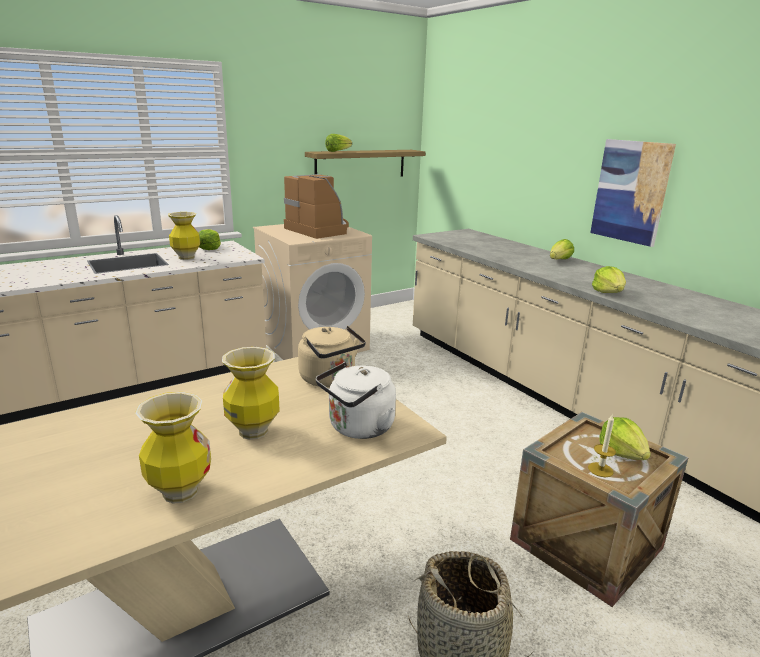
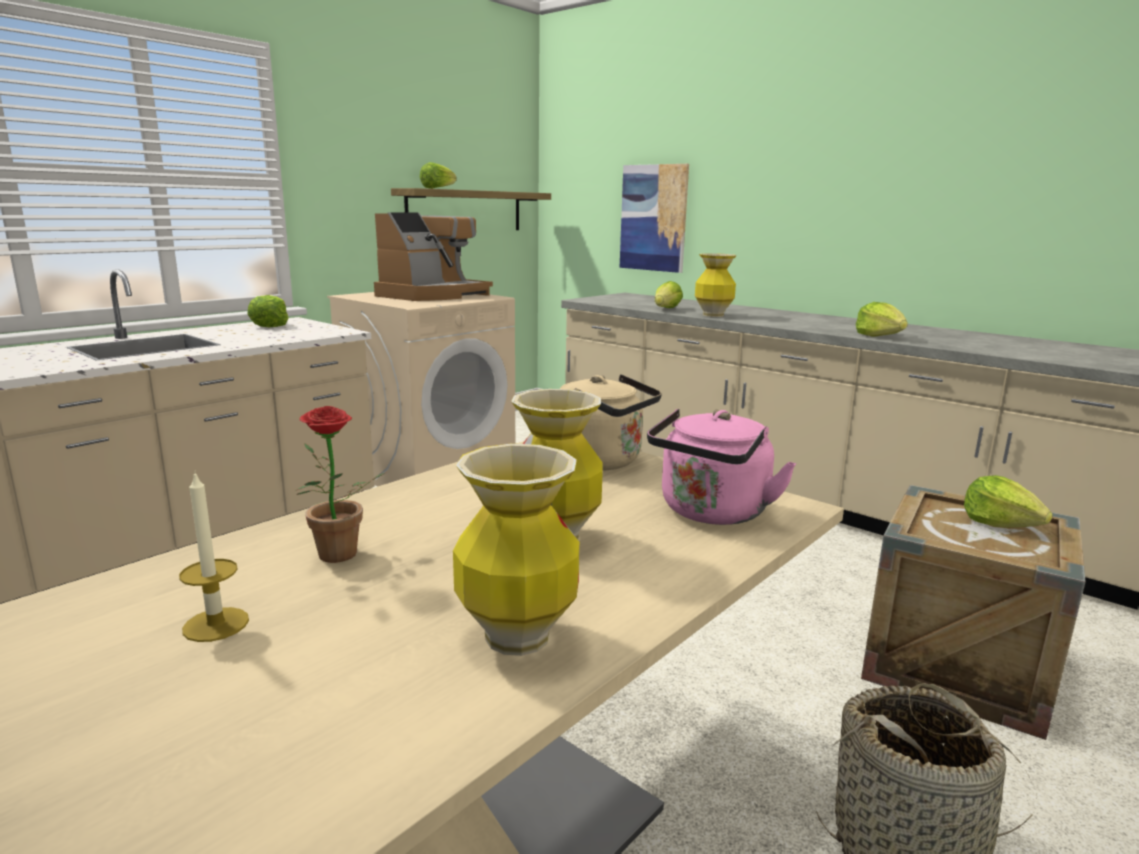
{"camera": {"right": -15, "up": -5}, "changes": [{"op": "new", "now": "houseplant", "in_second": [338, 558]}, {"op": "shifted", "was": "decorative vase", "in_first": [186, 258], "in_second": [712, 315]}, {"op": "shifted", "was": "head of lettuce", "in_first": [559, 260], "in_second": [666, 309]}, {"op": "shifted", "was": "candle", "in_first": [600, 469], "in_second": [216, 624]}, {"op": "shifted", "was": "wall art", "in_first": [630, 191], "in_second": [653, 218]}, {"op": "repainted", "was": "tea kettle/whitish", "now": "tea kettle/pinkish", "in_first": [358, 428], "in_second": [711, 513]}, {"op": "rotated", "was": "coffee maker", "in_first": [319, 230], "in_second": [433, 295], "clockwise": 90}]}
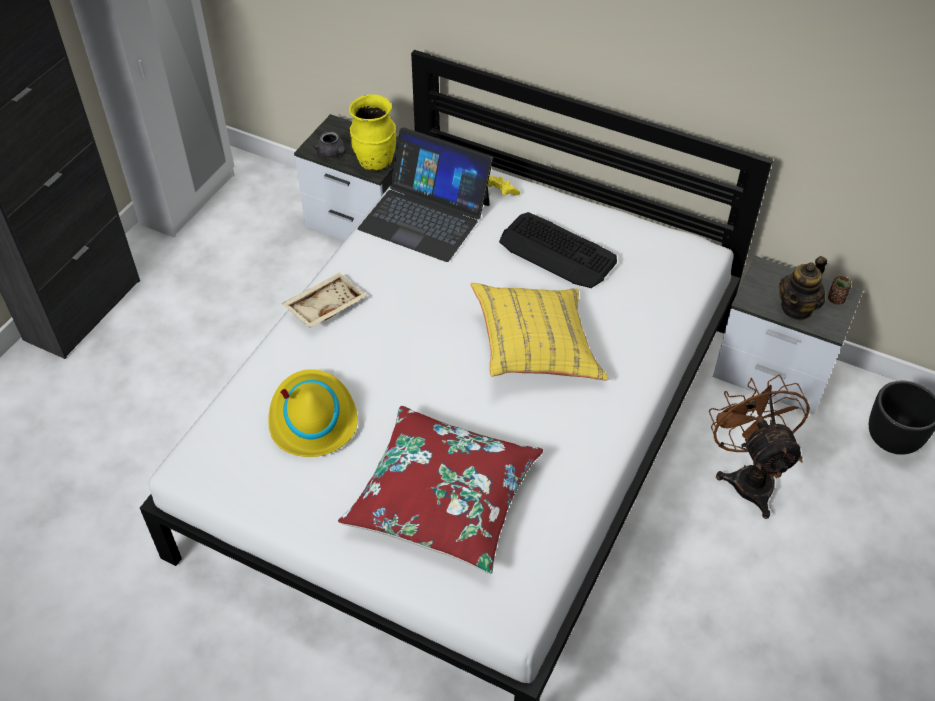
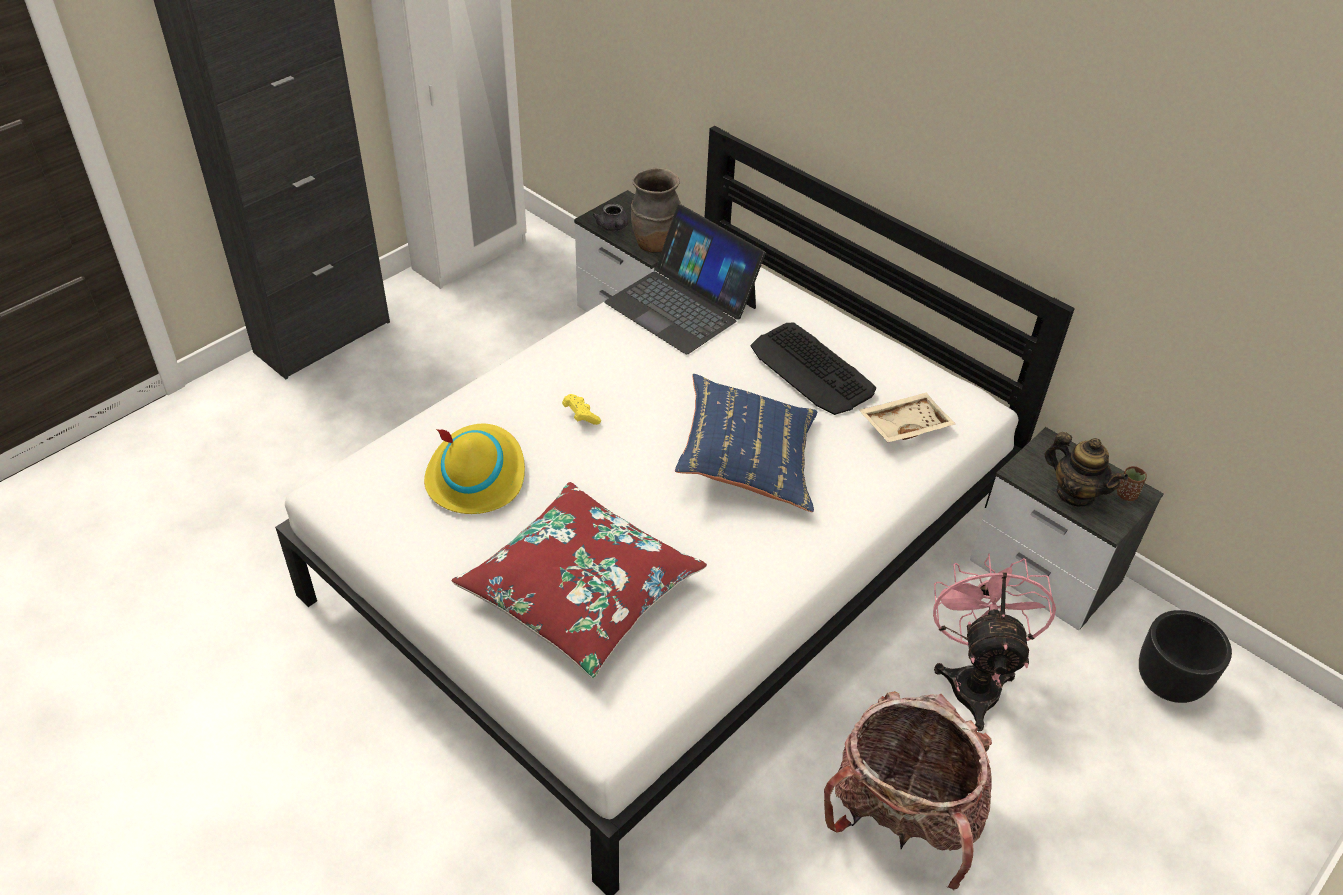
{"camera": {"right": 15, "up": -5}, "changes": [{"op": "new", "now": "rucksack", "in_second": [901, 817]}, {"op": "shifted", "was": "serving tray/beige-coloured", "in_first": [325, 306], "in_second": [904, 425]}, {"op": "shifted", "was": "joypad/yellow", "in_first": [501, 191], "in_second": [580, 416]}, {"op": "repainted", "was": "decorative vase/yellow", "now": "decorative vase/brownish", "in_first": [375, 162], "in_second": [654, 244]}, {"op": "repainted", "was": "cushion/yellow", "now": "cushion/bluish", "in_first": [535, 348], "in_second": [747, 462]}, {"op": "repainted", "was": "electric fan/brownish", "now": "electric fan/pinkish", "in_first": [748, 476], "in_second": [974, 679]}, {"op": "rotated", "was": "pot for tea", "in_first": [797, 308], "in_second": [1075, 493], "clockwise": -105}]}
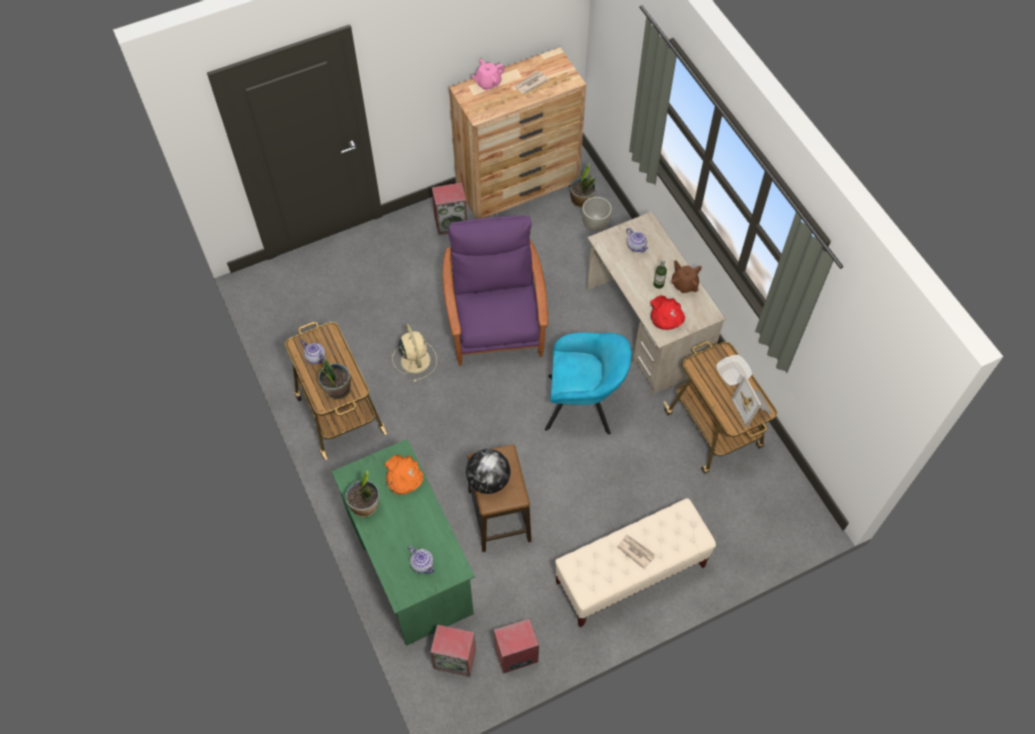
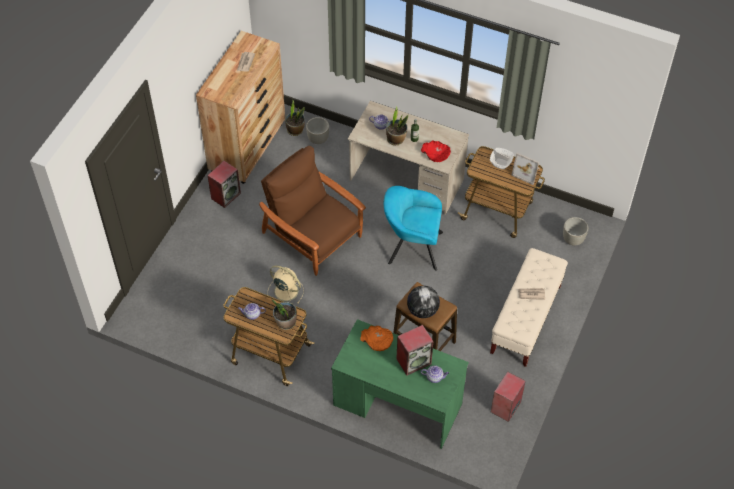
{"camera": {"right": -40, "up": -5}, "changes": [{"op": "gone", "was": "pot for tea/pinkish", "in_first": [488, 83]}, {"op": "gone", "was": "pot for tea/brownish", "in_first": [684, 284]}, {"op": "new", "now": "flower pot/greyish", "in_second": [573, 240]}, {"op": "shifted", "was": "houseplant", "in_first": [365, 506], "in_second": [396, 139]}, {"op": "shifted", "was": "audio speaker", "in_first": [455, 658], "in_second": [414, 361]}, {"op": "repainted", "was": "lounge chair/purple-coloured", "now": "lounge chair/brownish", "in_first": [495, 321], "in_second": [312, 235]}, {"op": "rotated", "was": "lounge chair/turquoise-coloured", "in_first": [583, 404], "in_second": [412, 247], "clockwise": -135}]}
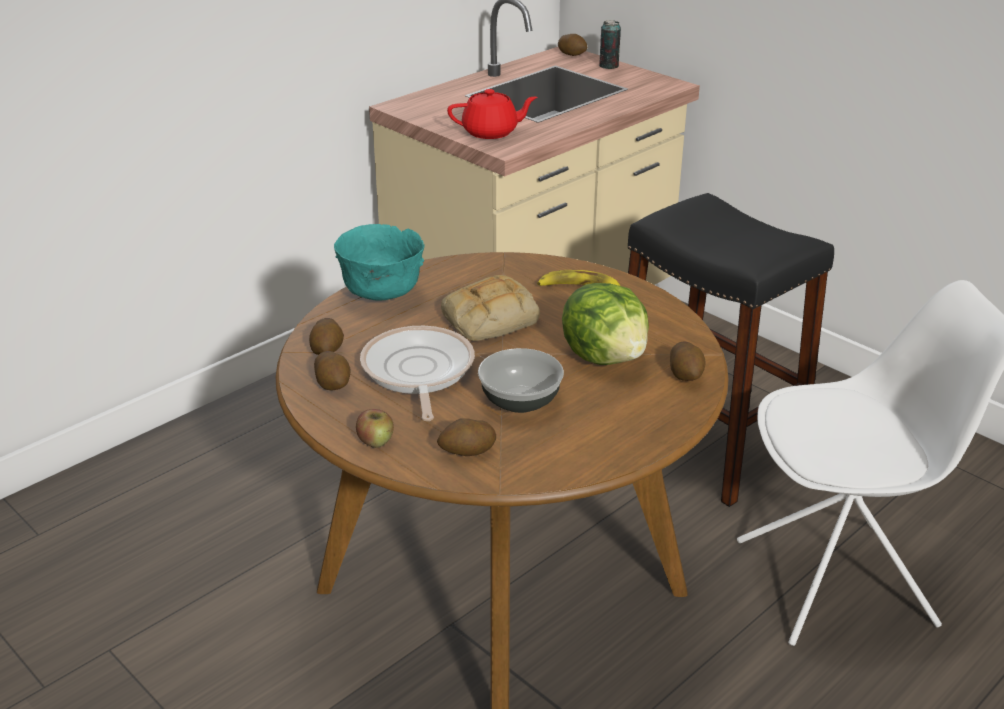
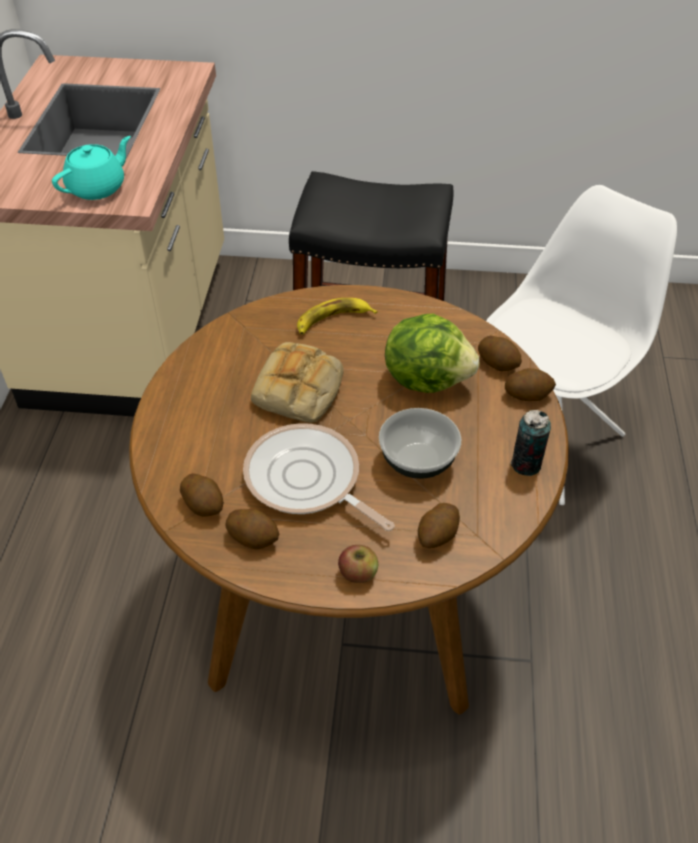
{"camera": {"right": -40, "up": 15}, "changes": [{"op": "gone", "was": "serving bowl/turquoise-coloured", "in_first": [382, 295]}, {"op": "shifted", "was": "potato", "in_first": [572, 54], "in_second": [528, 394]}, {"op": "shifted", "was": "can", "in_first": [608, 66], "in_second": [526, 464]}, {"op": "repainted", "was": "pot for tea/red", "now": "pot for tea/turquoise-coloured", "in_first": [491, 132], "in_second": [98, 188]}]}
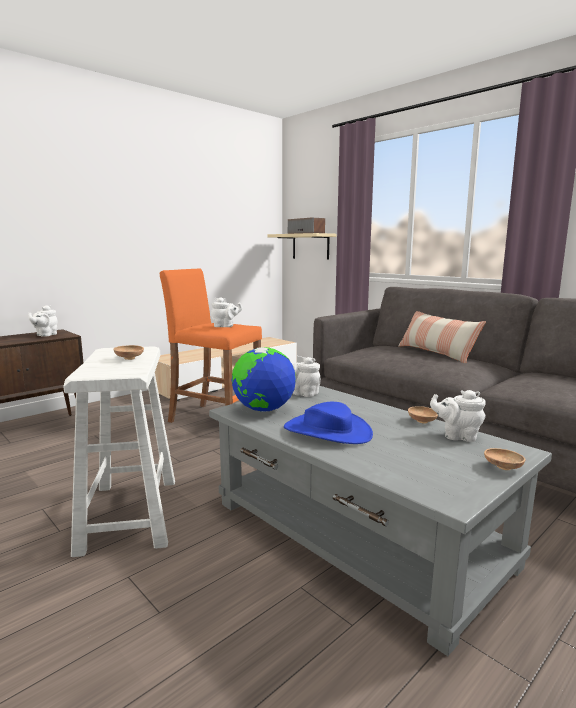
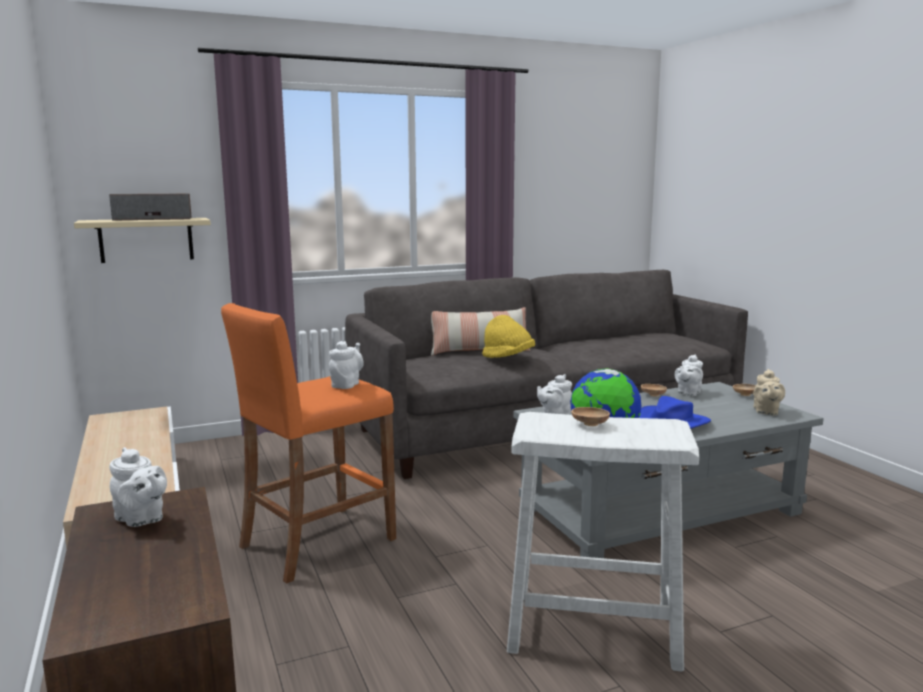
{"camera": {"right": -70, "up": 0}, "changes": [{"op": "new", "now": "clothing hat/yellow", "in_second": [508, 358]}, {"op": "new", "now": "pot for tea/beige-coloured", "in_second": [766, 412]}]}
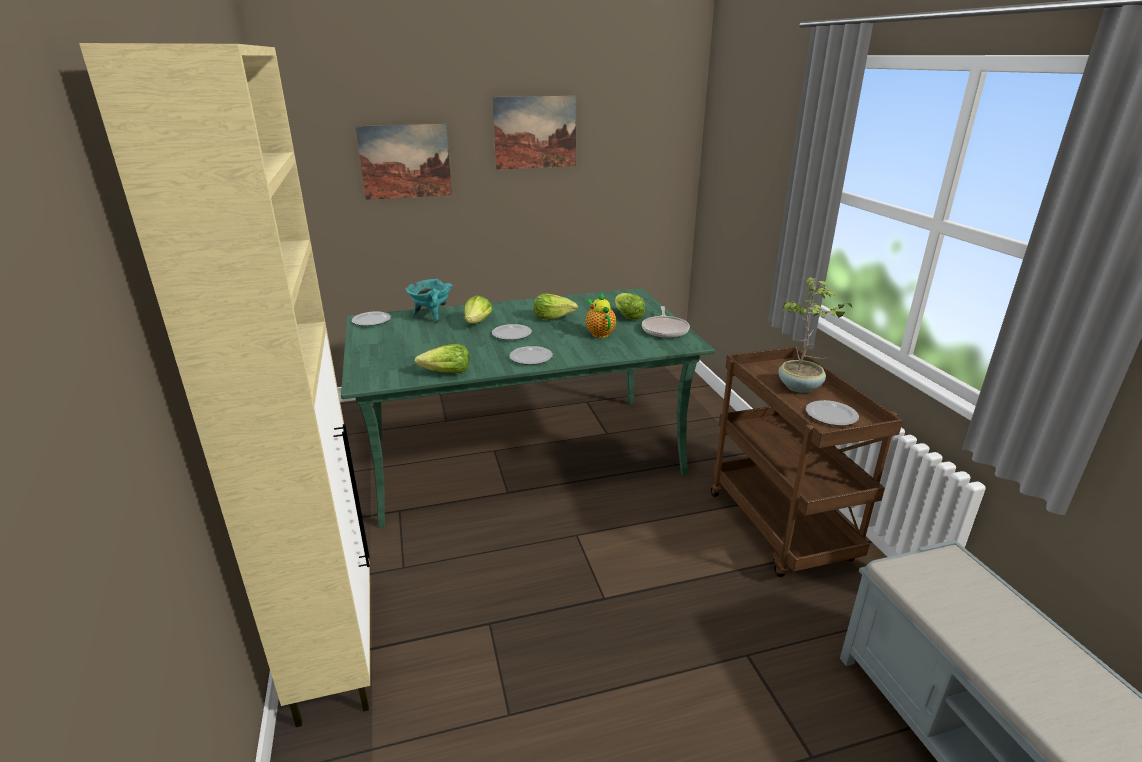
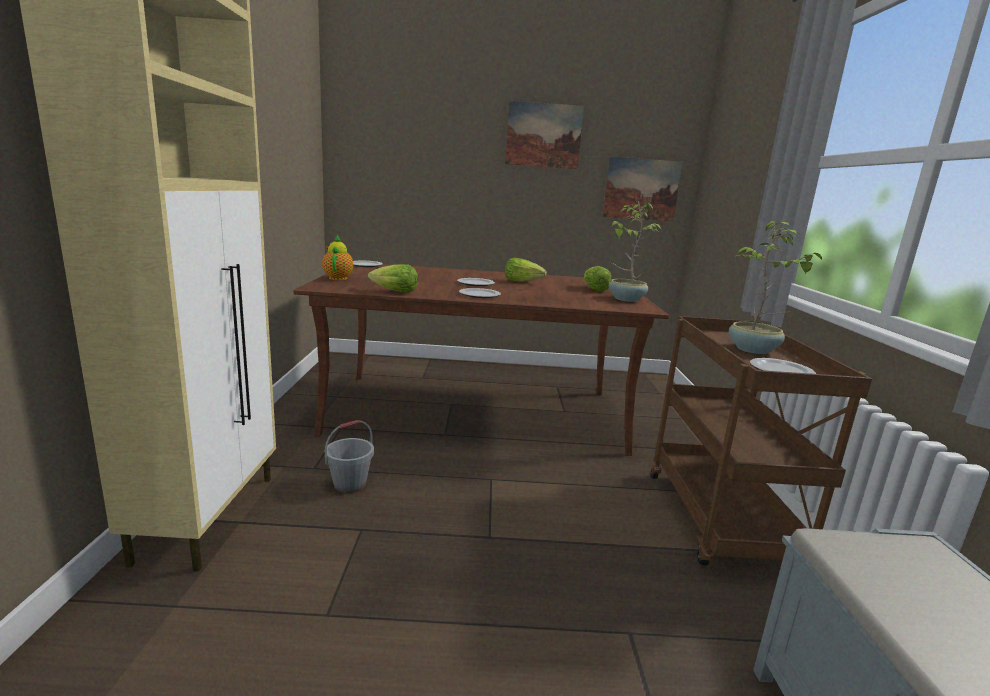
{"camera": {"right": 15, "up": -10}, "changes": [{"op": "gone", "was": "saucepot/turquoise-coloured", "in_first": [431, 316]}, {"op": "gone", "was": "head of lettuce", "in_first": [477, 323]}, {"op": "new", "now": "water bucket/greyish", "in_second": [350, 484]}, {"op": "shifted", "was": "wall art", "in_first": [405, 161], "in_second": [641, 189]}, {"op": "shifted", "was": "pot for tea", "in_first": [599, 333], "in_second": [338, 278]}, {"op": "swapped", "was": "frying pan", "now": "houseplant", "in_first": [665, 330], "in_second": [625, 299]}, {"op": "repainted", "was": "dining table/green", "now": "dining table/brownish", "in_first": [525, 454], "in_second": [477, 411]}]}
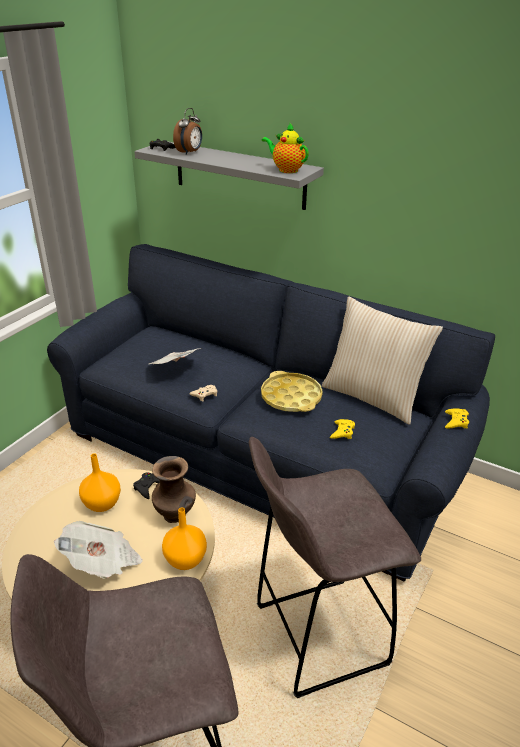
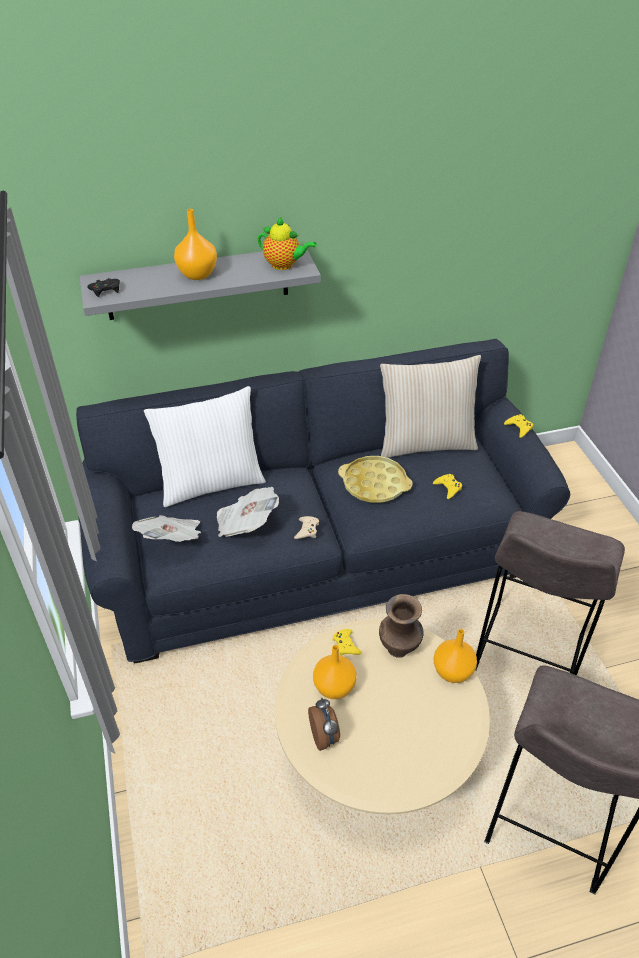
{"camera": {"right": -45, "up": 10}, "changes": [{"op": "new", "now": "cushion/whitish", "in_second": [211, 483]}, {"op": "new", "now": "decorative vase/orangey", "in_second": [198, 275]}, {"op": "shifted", "was": "printed paper", "in_first": [103, 562], "in_second": [172, 540]}, {"op": "shifted", "was": "table clock", "in_first": [190, 153], "in_second": [324, 736]}, {"op": "repainted", "was": "joypad/black", "now": "joypad/yellow", "in_first": [147, 487], "in_second": [346, 645]}, {"op": "rotated", "was": "pot for tea", "in_first": [286, 170], "in_second": [284, 265], "clockwise": -150}]}
